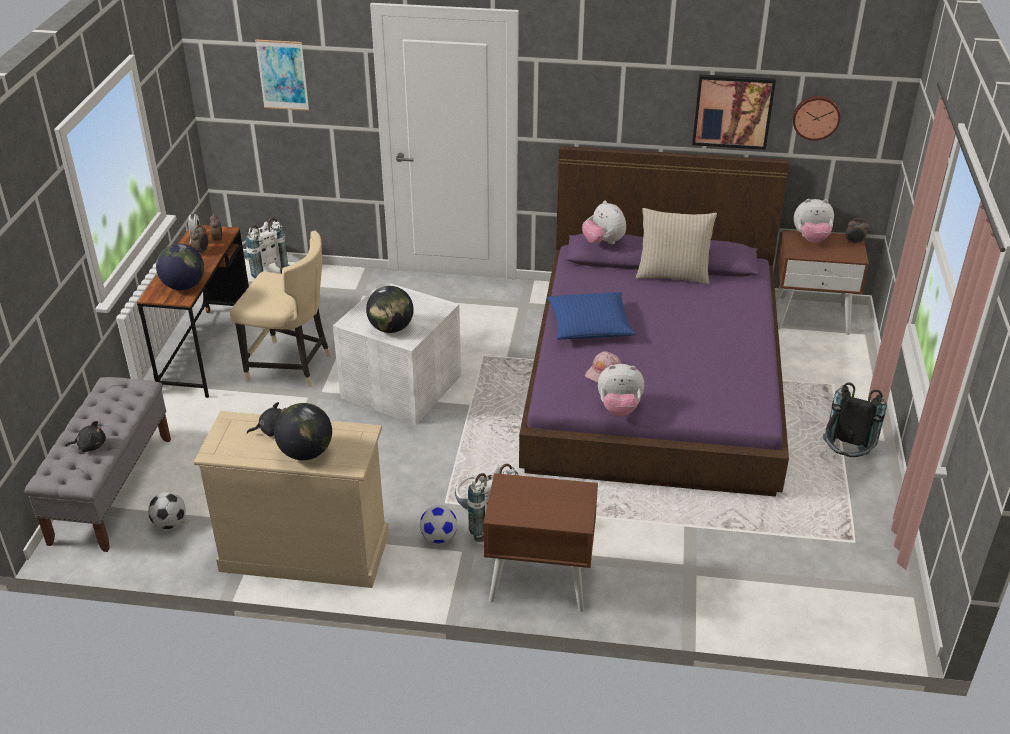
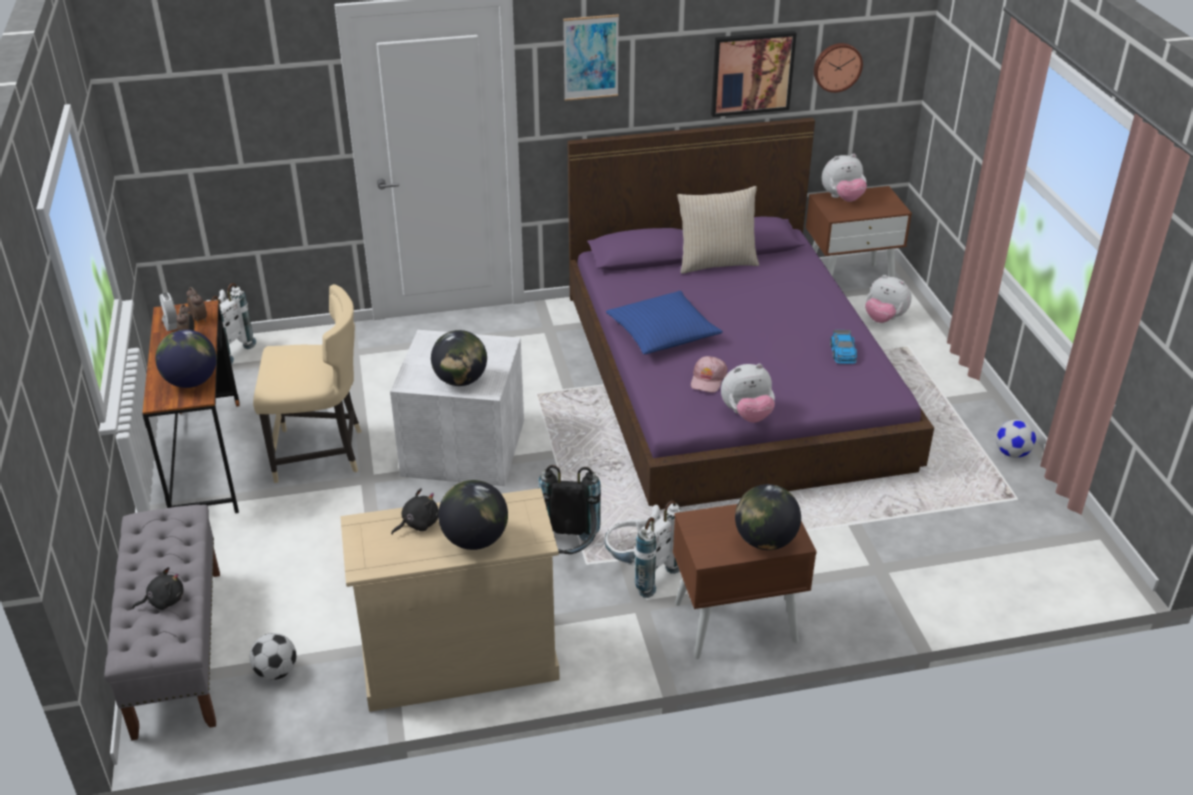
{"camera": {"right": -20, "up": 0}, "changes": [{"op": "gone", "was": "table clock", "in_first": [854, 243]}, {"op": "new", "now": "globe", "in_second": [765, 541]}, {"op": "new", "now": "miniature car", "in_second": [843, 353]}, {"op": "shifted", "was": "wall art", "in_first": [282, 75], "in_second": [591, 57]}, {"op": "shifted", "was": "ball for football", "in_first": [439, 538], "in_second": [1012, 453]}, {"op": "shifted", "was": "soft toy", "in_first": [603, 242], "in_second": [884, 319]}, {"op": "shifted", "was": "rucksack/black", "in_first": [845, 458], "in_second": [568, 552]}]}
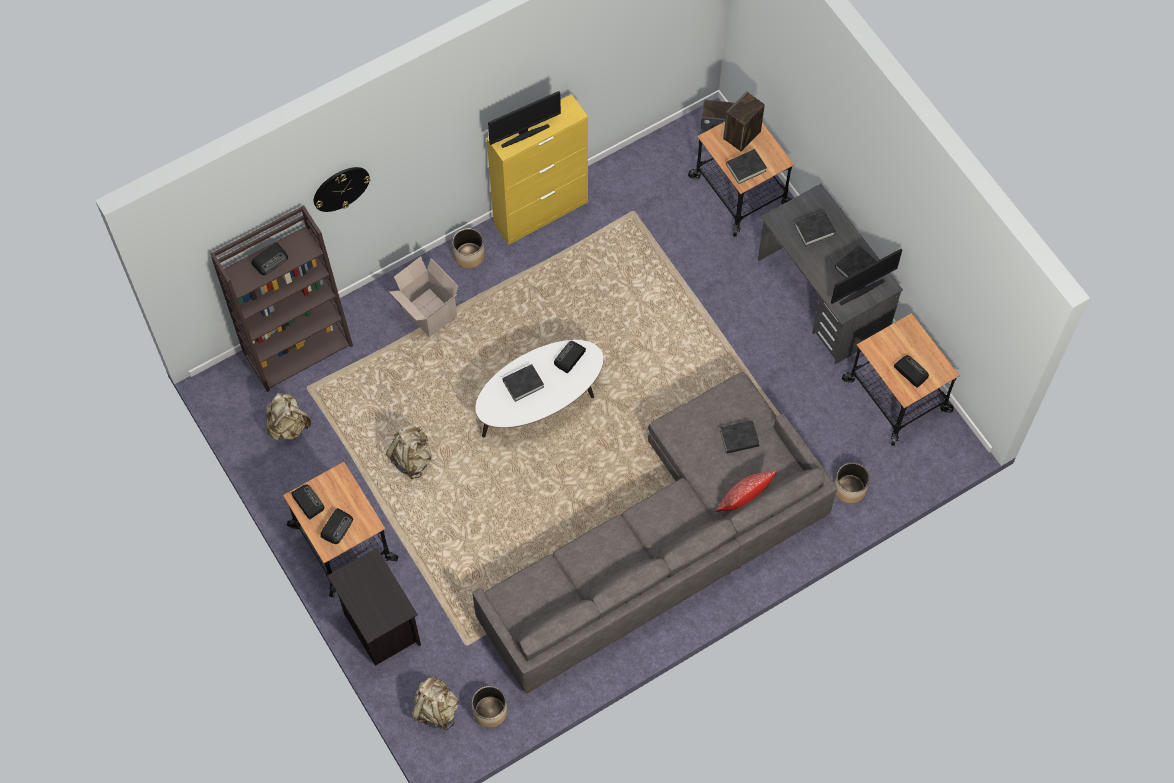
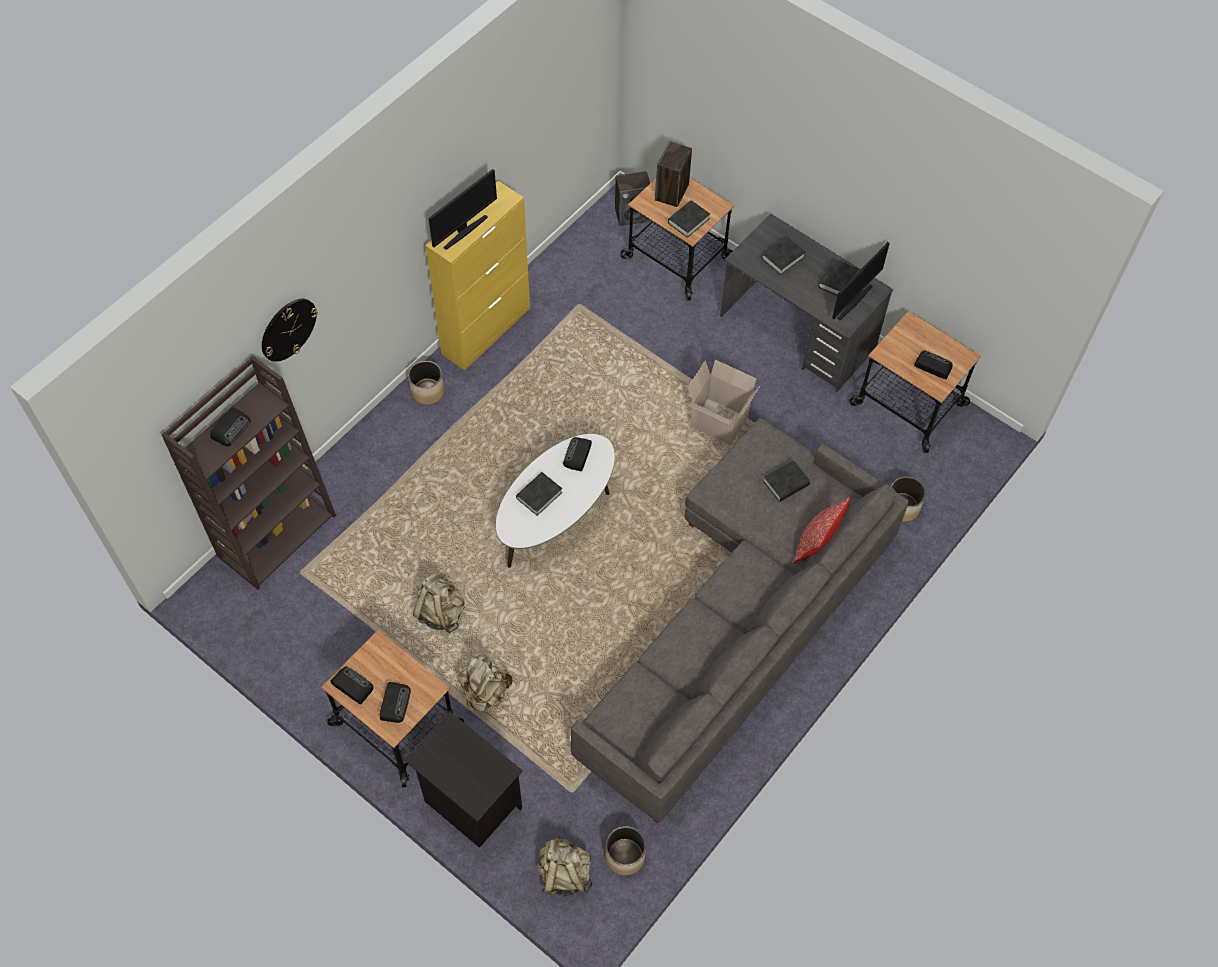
{"camera": {"right": -20, "up": -5}, "changes": [{"op": "shifted", "was": "rucksack/beige-coloured", "in_first": [288, 426], "in_second": [485, 692]}, {"op": "shifted", "was": "carton", "in_first": [428, 313], "in_second": [717, 423]}]}
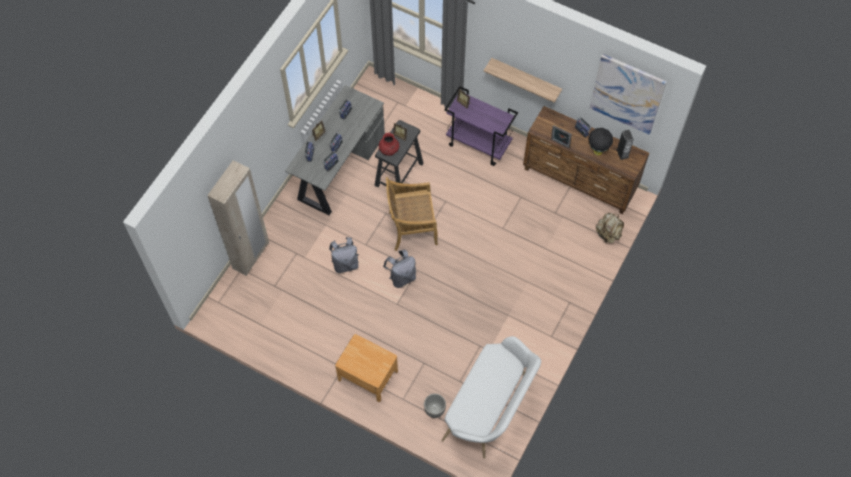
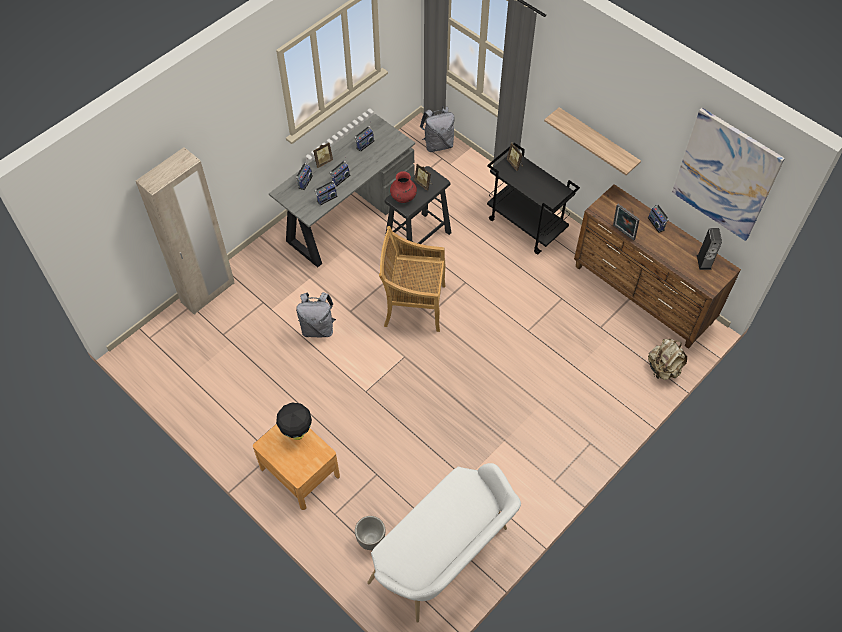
{"camera": {"right": 15, "up": -5}, "changes": [{"op": "shifted", "was": "rucksack/greyish", "in_first": [401, 277], "in_second": [438, 144]}, {"op": "shifted", "was": "table lamp/black", "in_first": [597, 151], "in_second": [297, 433]}, {"op": "repainted", "was": "wheeled cart/purple-coloured", "now": "wheeled cart/black", "in_first": [479, 144], "in_second": [526, 225]}]}
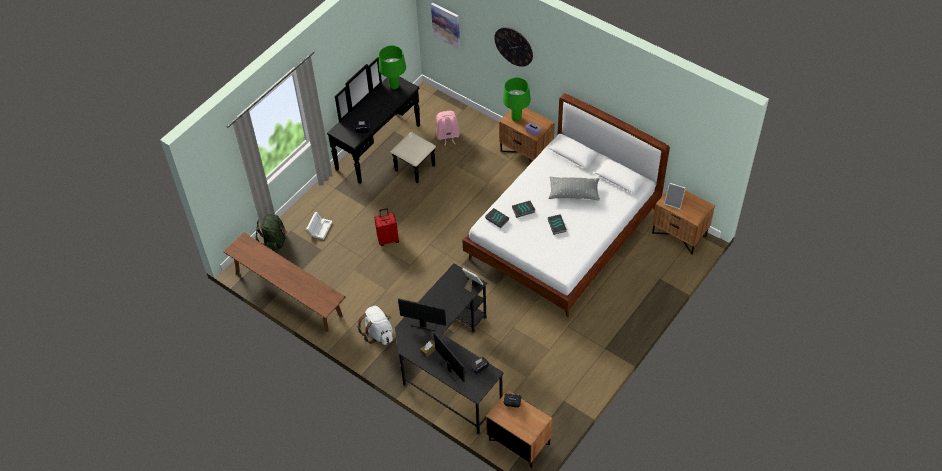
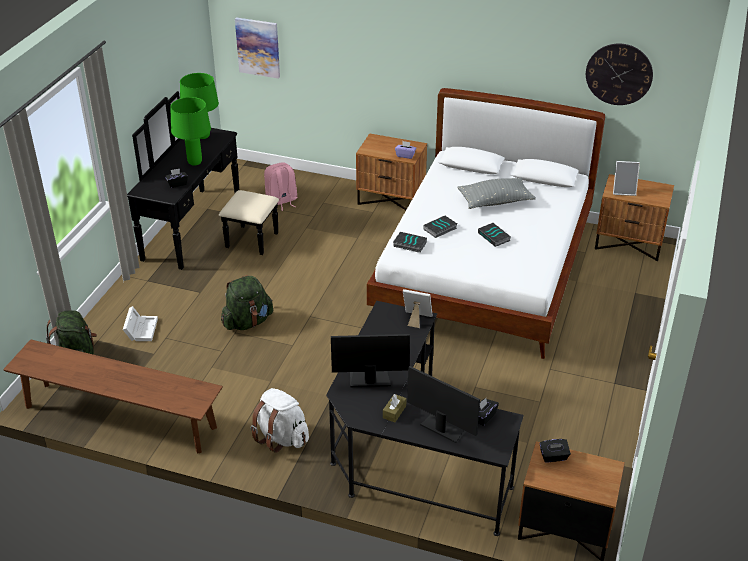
{"camera": {"right": -20, "up": -15}, "changes": [{"op": "shifted", "was": "clock on the wall", "in_first": [513, 46], "in_second": [619, 74]}, {"op": "shifted", "was": "table lamp/green", "in_first": [516, 118], "in_second": [194, 162]}, {"op": "swapped", "was": "piece of luggage/red", "now": "rucksack/green", "in_first": [388, 239], "in_second": [247, 322]}]}
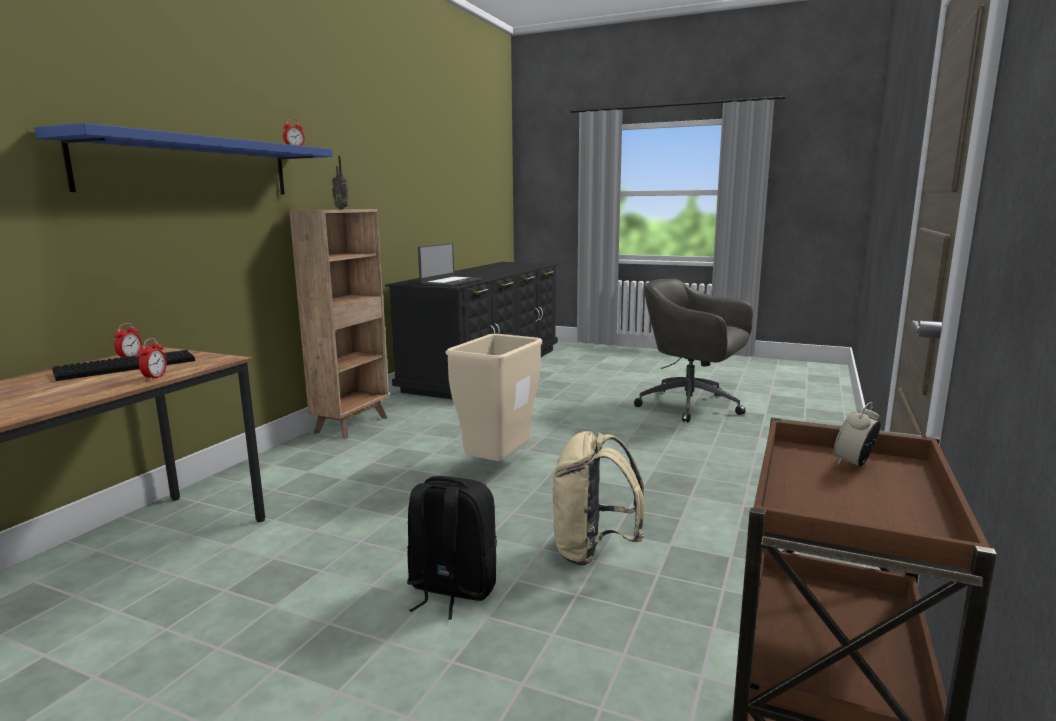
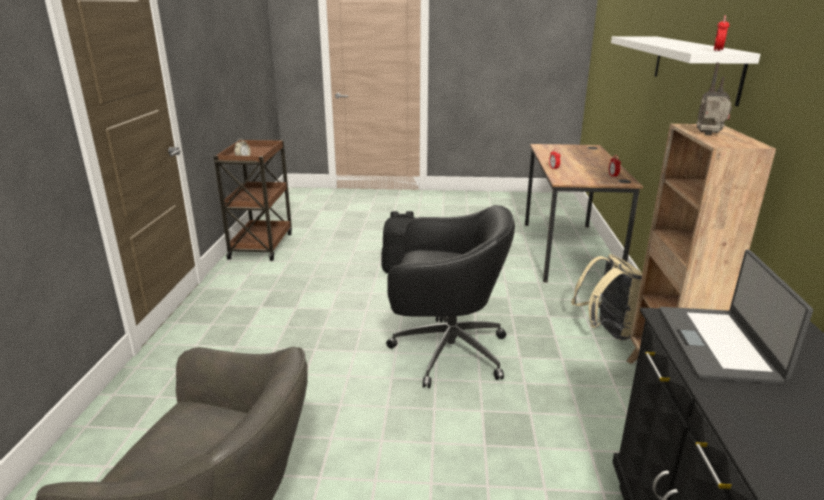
{"camera": {"right": 160, "up": 10}, "changes": [{"op": "gone", "was": "keyboard", "in_first": [127, 366]}, {"op": "shifted", "was": "rucksack/beige-coloured", "in_first": [593, 551], "in_second": [606, 330]}, {"op": "swapped", "was": "trash can/beige-coloured", "now": "computer chair/black", "in_first": [498, 466], "in_second": [446, 351]}, {"op": "repainted", "was": "shelf/bluish", "now": "shelf/whitish", "in_first": [191, 167], "in_second": [694, 66]}]}
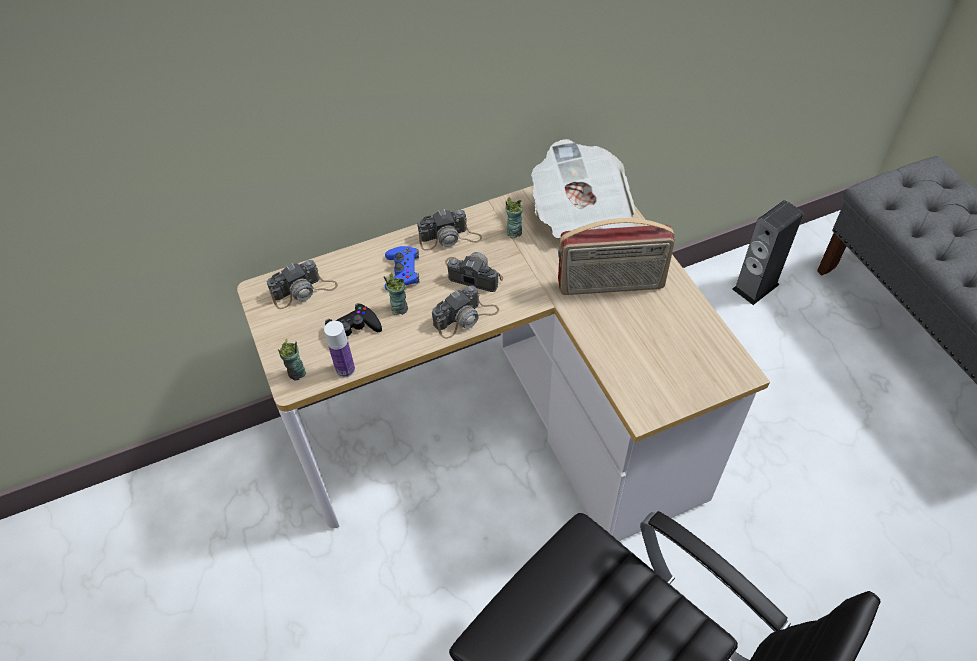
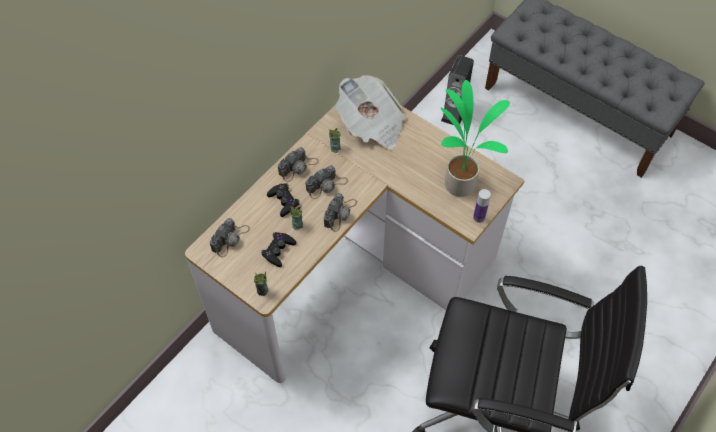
{"camera": {"right": -30, "up": 5}, "changes": [{"op": "gone", "was": "radio", "in_first": [611, 286]}, {"op": "new", "now": "houseplant", "in_second": [460, 182]}, {"op": "shifted", "was": "bottle", "in_first": [345, 369], "in_second": [479, 217]}, {"op": "repainted", "was": "joypad/bluish", "now": "joypad/black", "in_first": [402, 271], "in_second": [283, 201]}, {"op": "rotated", "was": "photo camera", "in_first": [471, 274], "in_second": [326, 185], "clockwise": 150}]}
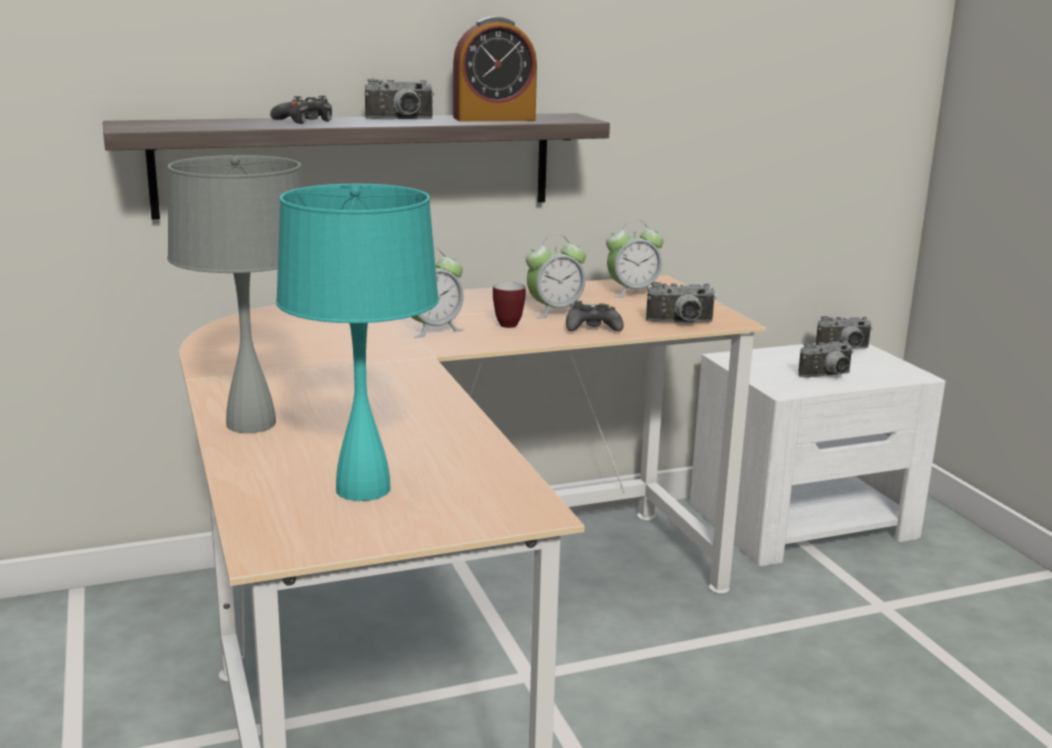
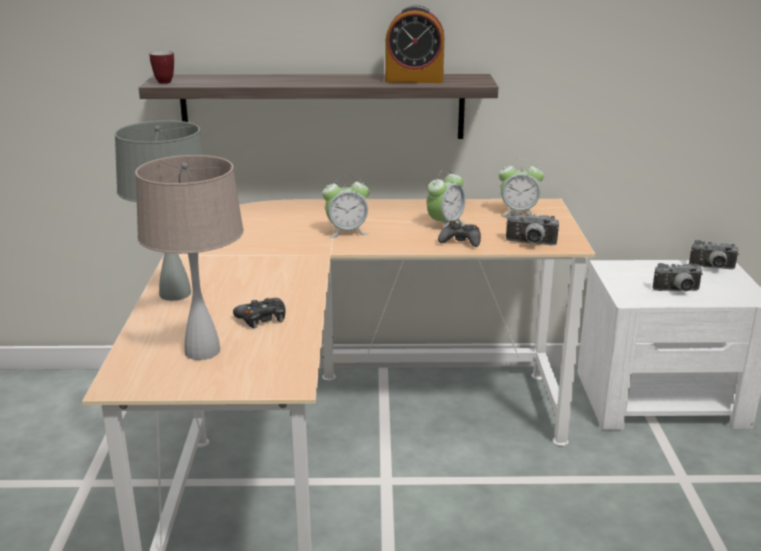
{"camera": {"right": 20, "up": 5}, "changes": [{"op": "gone", "was": "photo camera", "in_first": [401, 120]}, {"op": "shifted", "was": "joypad/black", "in_first": [305, 121], "in_second": [262, 319]}, {"op": "shifted", "was": "mug", "in_first": [507, 324], "in_second": [165, 81]}, {"op": "repainted", "was": "table lamp/turquoise-coloured", "now": "table lamp/beige-coloured", "in_first": [363, 488], "in_second": [202, 350]}, {"op": "rotated", "was": "table clock", "in_first": [554, 312], "in_second": [445, 224], "clockwise": -45}]}
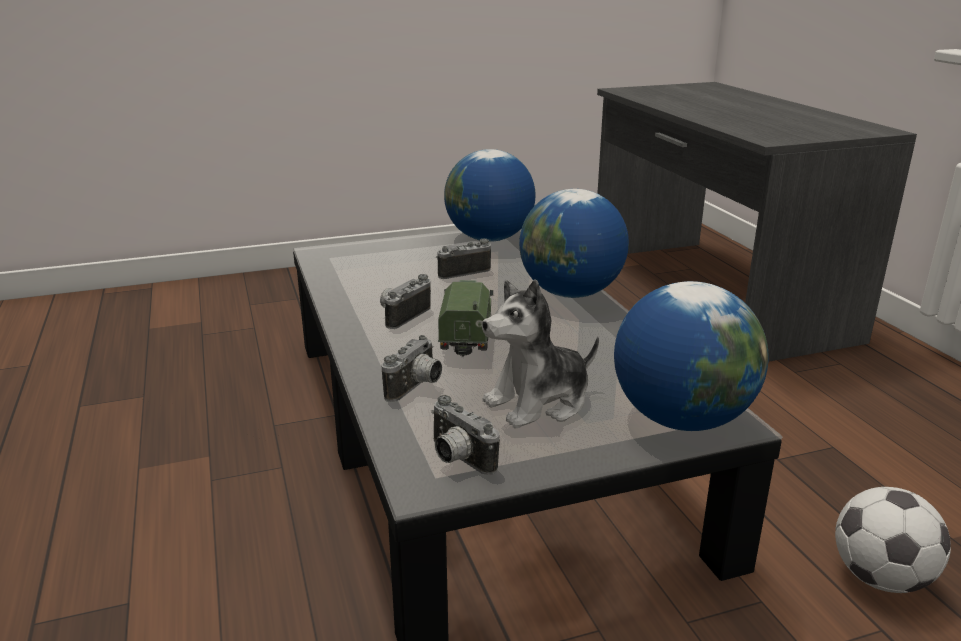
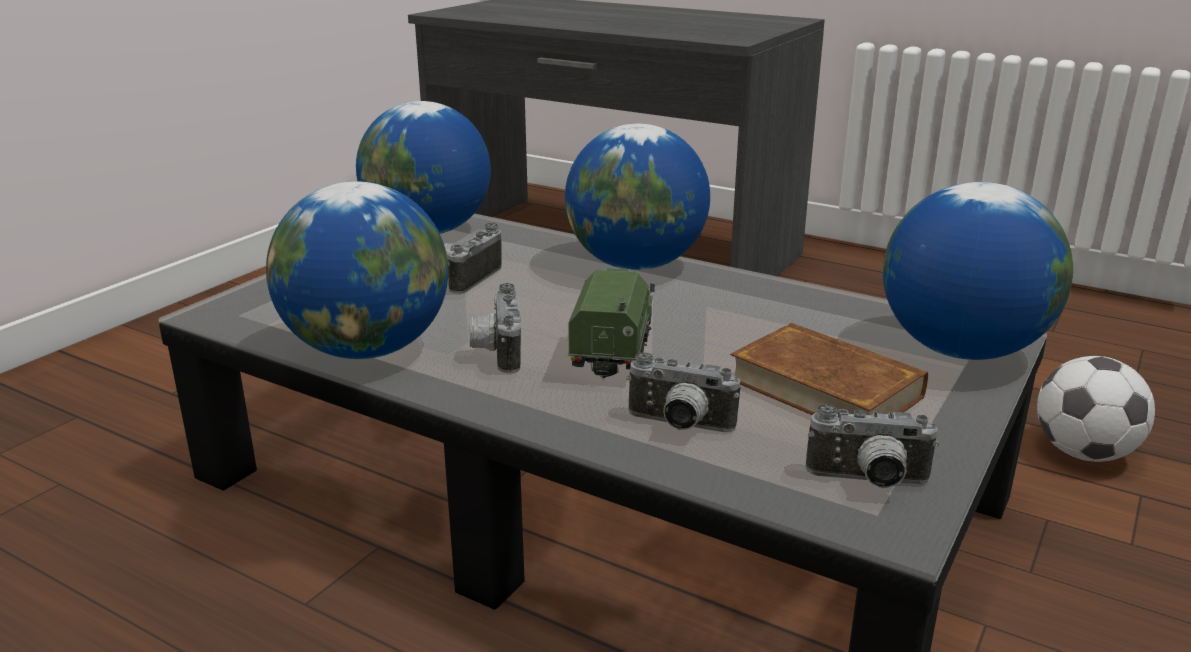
{"camera": {"right": -40, "up": 0}, "changes": [{"op": "new", "now": "globe", "in_second": [367, 350]}, {"op": "swapped", "was": "soft toy", "now": "volume/brownish", "in_first": [539, 402], "in_second": [824, 387]}, {"op": "rotated", "was": "photo camera", "in_first": [417, 387], "in_second": [678, 426], "clockwise": 120}, {"op": "rotated", "was": "toy lorry", "in_first": [466, 334], "in_second": [613, 346], "clockwise": 45}]}
